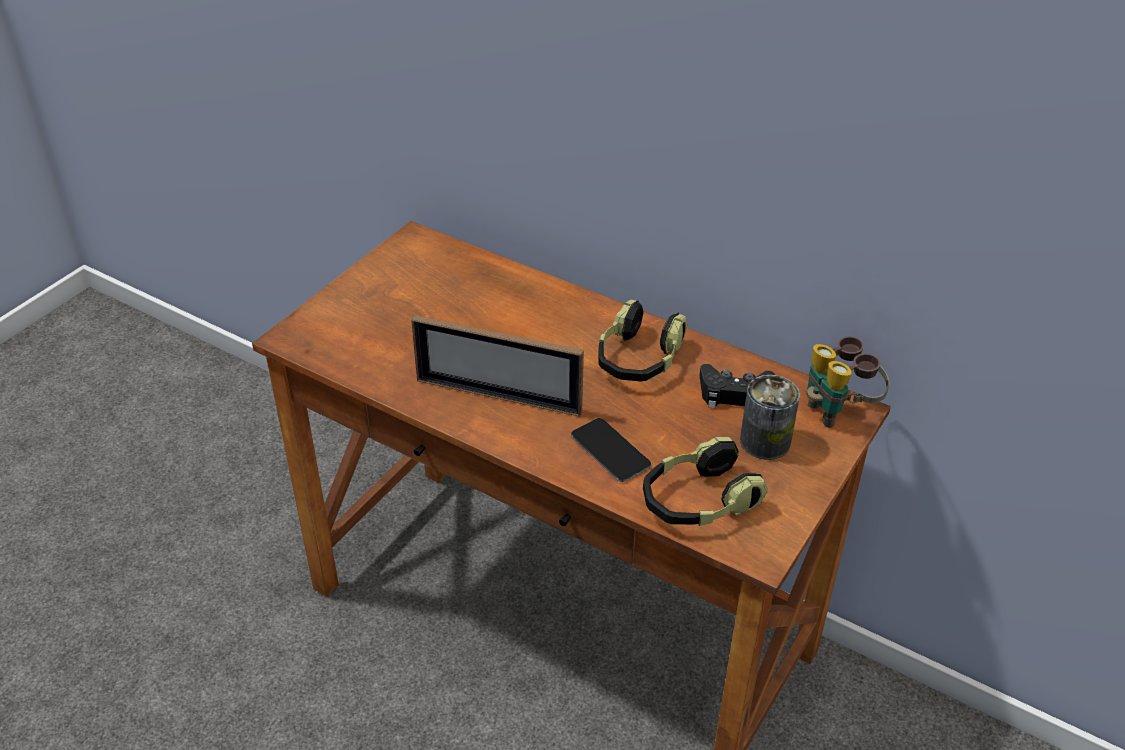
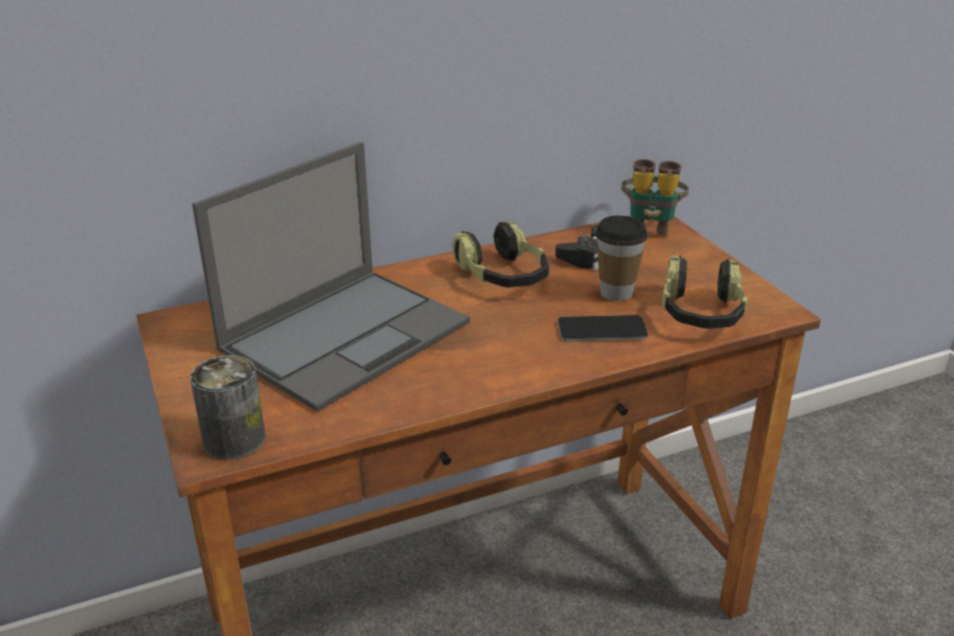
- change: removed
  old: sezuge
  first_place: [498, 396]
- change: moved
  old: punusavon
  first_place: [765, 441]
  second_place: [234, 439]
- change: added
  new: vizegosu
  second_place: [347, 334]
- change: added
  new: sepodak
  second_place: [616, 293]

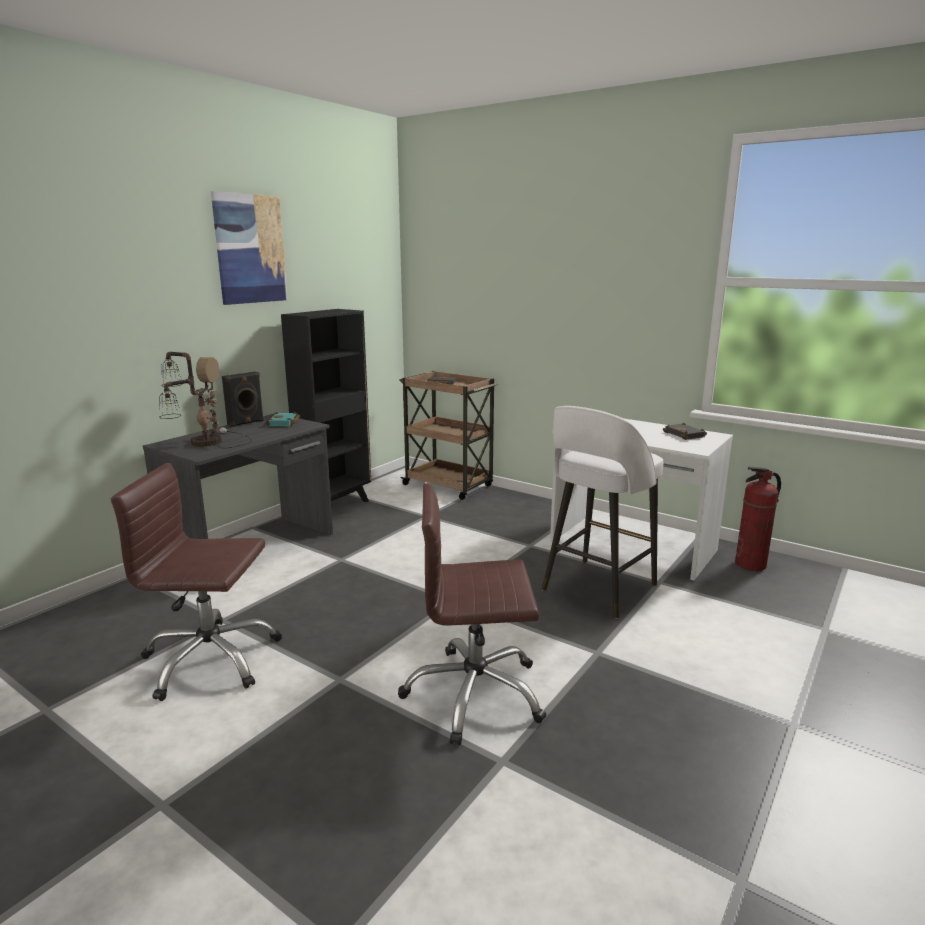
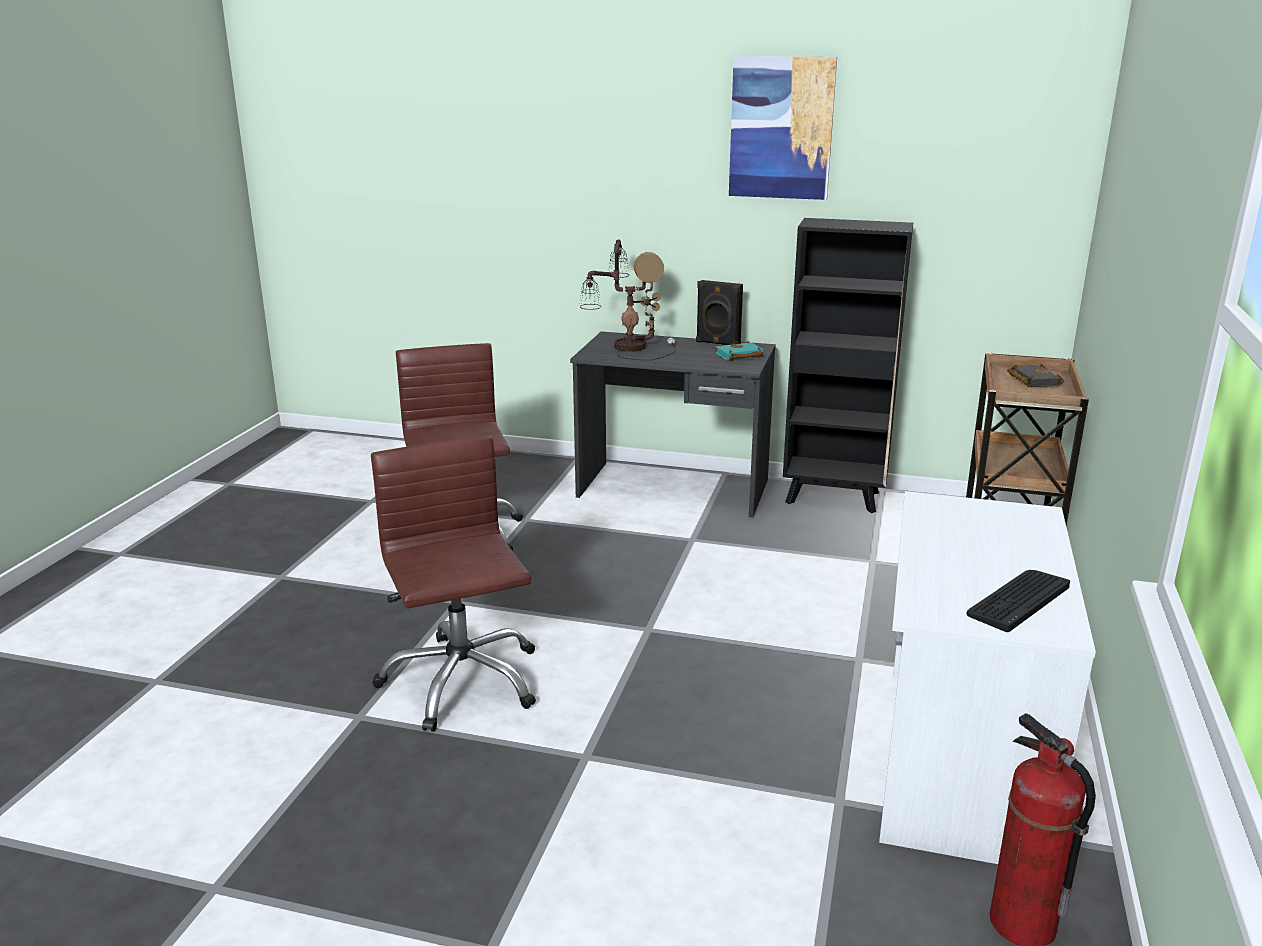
- change: removed
  old: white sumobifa
  first_place: [597, 588]
- change: replaced
  old: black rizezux
  new: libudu
  first_place: [686, 435]
  second_place: [1018, 600]

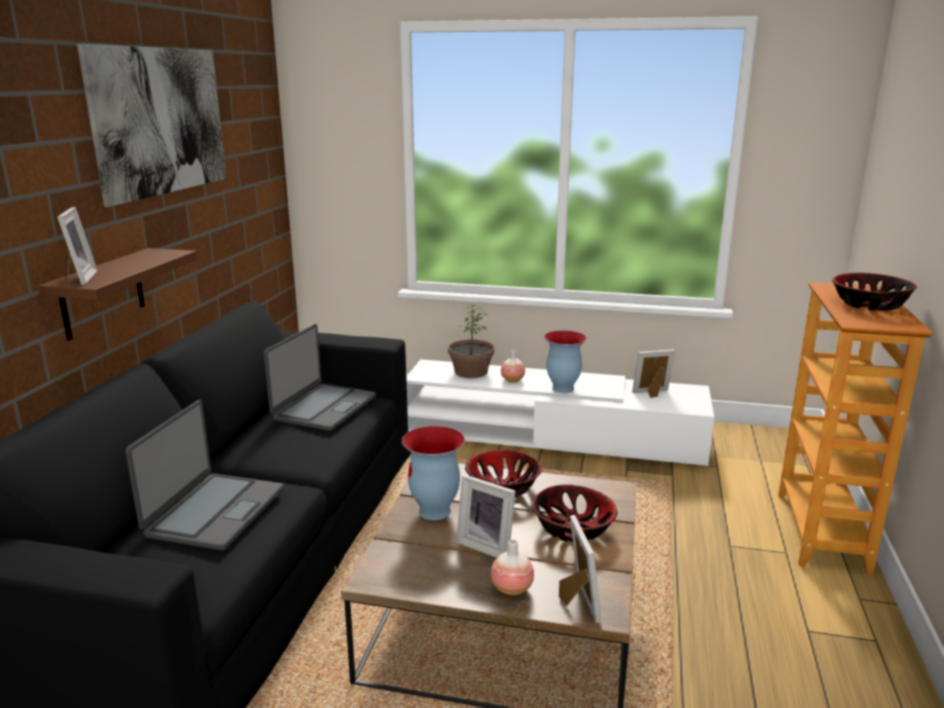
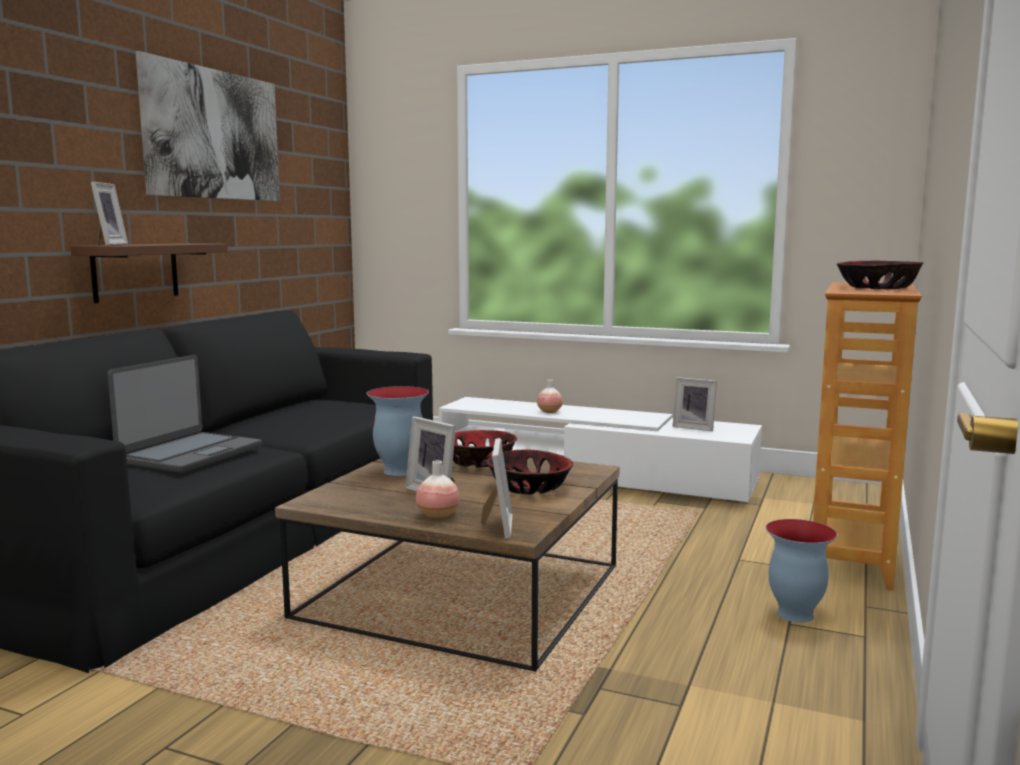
- change: removed
  old: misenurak
  first_place: [470, 372]
- change: removed
  old: vizegosu
  first_place: [323, 408]
- change: moved
  old: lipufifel
  first_place: [562, 388]
  second_place: [794, 614]
- change: turned
  old: sezuge
  first_place: [652, 394]
  second_place: [694, 427]
  degrees: -150

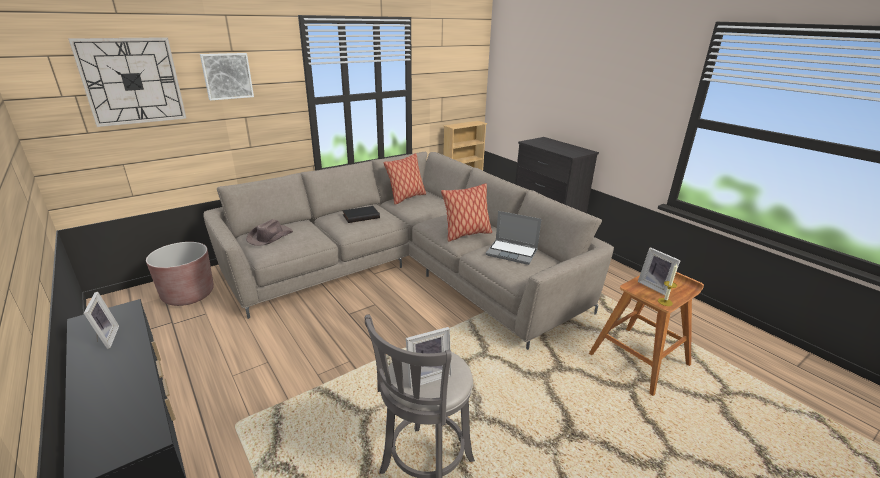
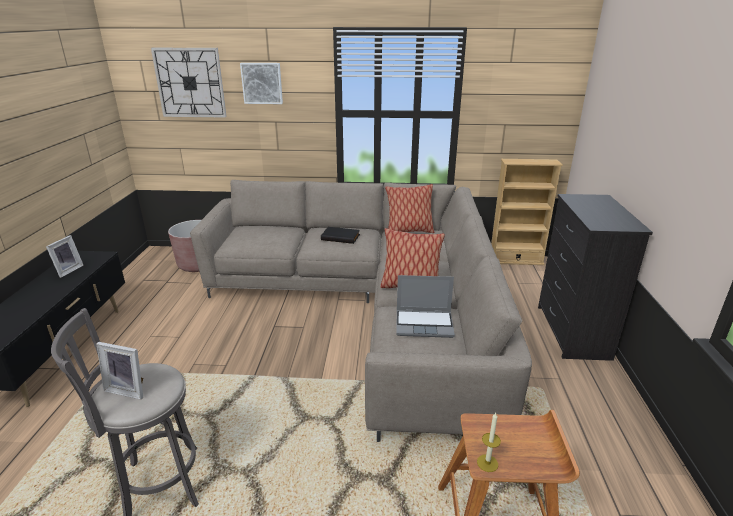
- change: turned
  old: vizegosu
  first_place: [512, 252]
  second_place: [425, 324]
  degrees: -60
- change: removed
  old: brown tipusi
  first_place: [269, 236]
- change: removed
  old: sezuge
  first_place: [655, 287]

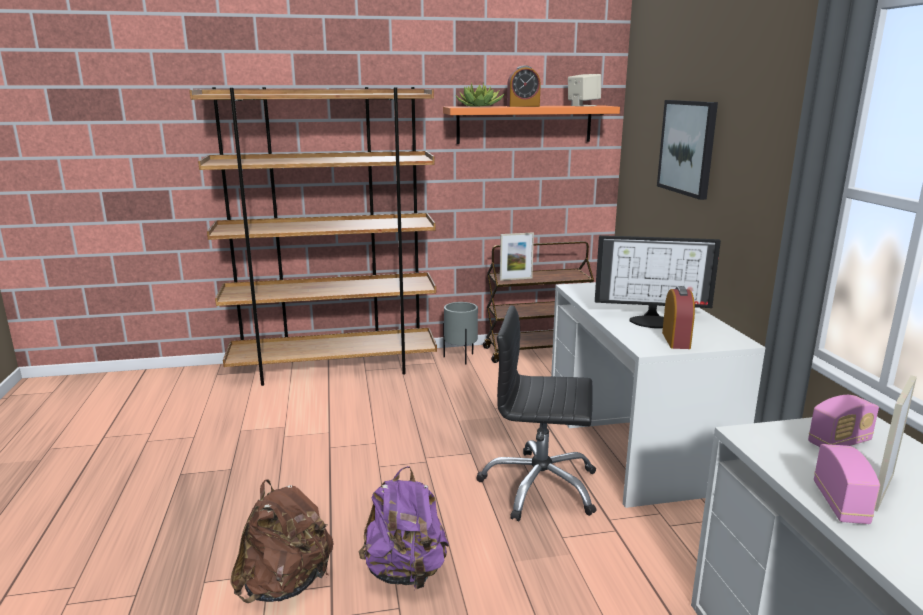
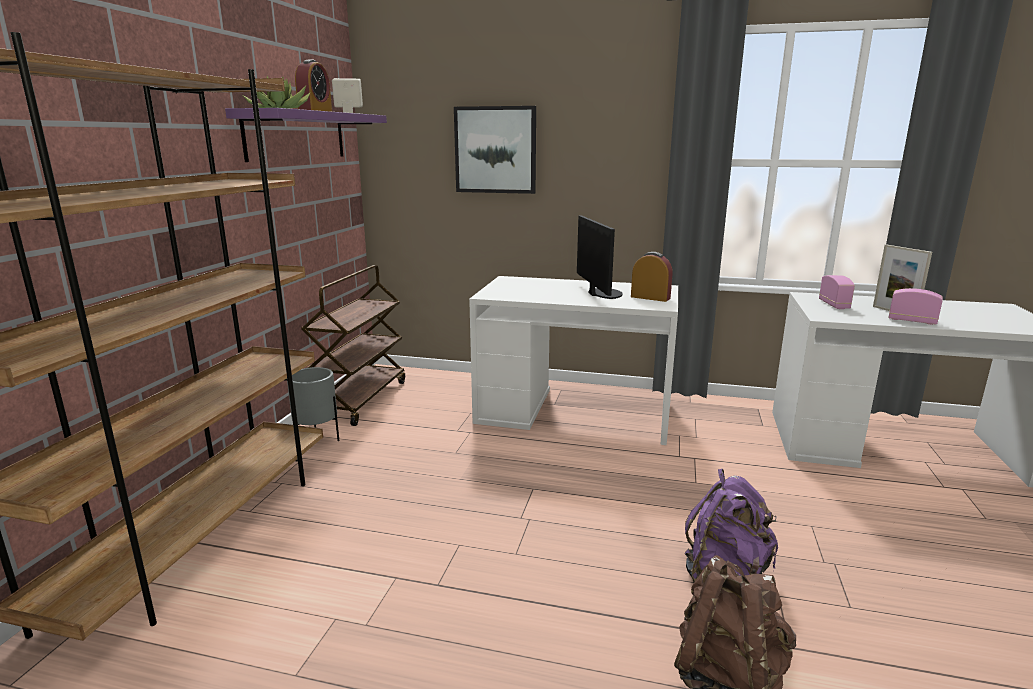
- change: recoloured
  old: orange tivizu
  new: purple tivizu
  first_place: [524, 124]
  second_place: [297, 136]
- change: removed
  old: sezuge
  first_place: [516, 279]
- change: turned
  old: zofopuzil
  first_place: [653, 320]
  second_place: [601, 293]
  degrees: -45
- change: removed
  old: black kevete
  first_place: [540, 487]

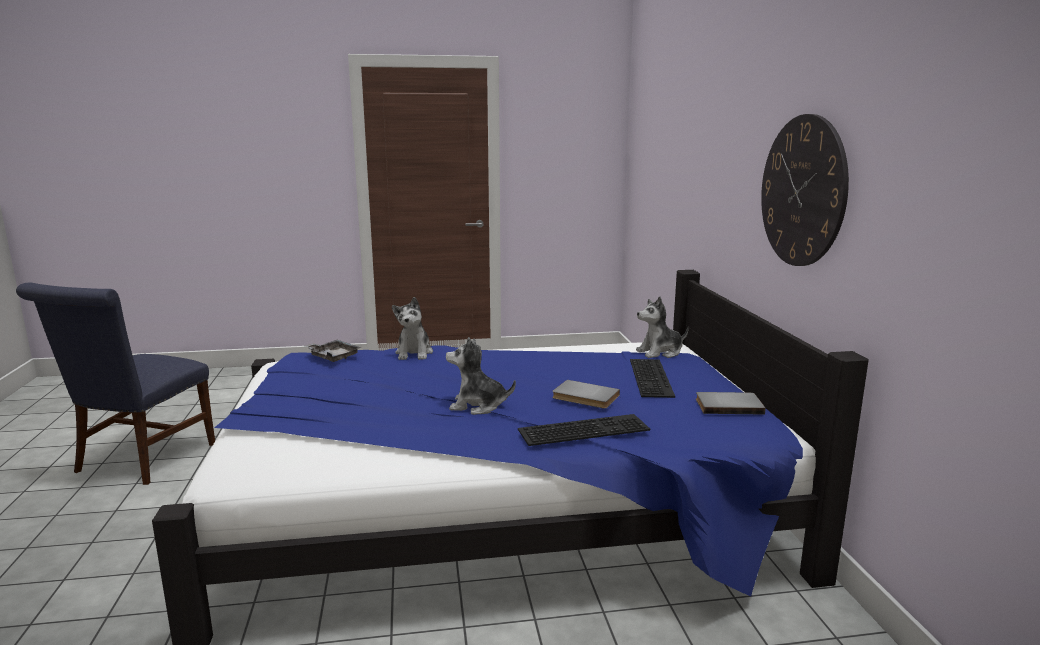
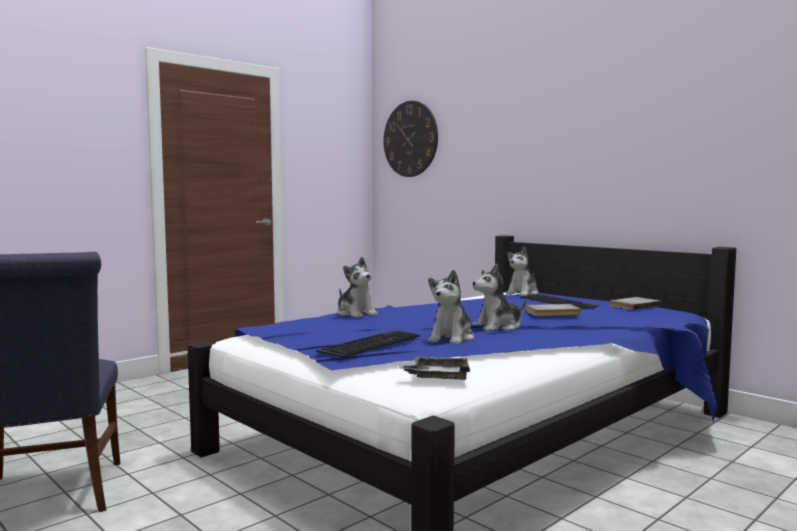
- change: moved
  old: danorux
  first_place: [802, 191]
  second_place: [410, 139]
- change: moved
  old: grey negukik
  first_place: [333, 356]
  second_place: [437, 377]
- change: moved
  old: libudu
  first_place: [584, 428]
  second_place: [369, 343]
- change: added
  new: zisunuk
  second_place: [452, 338]

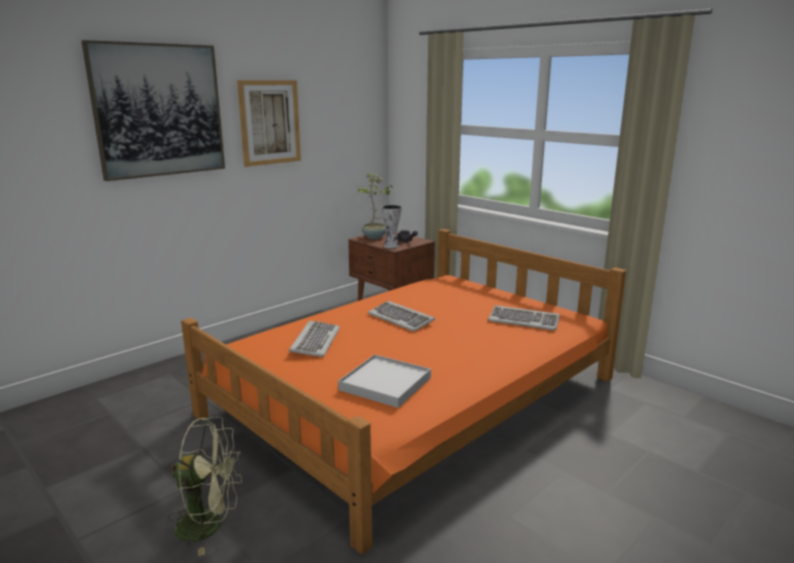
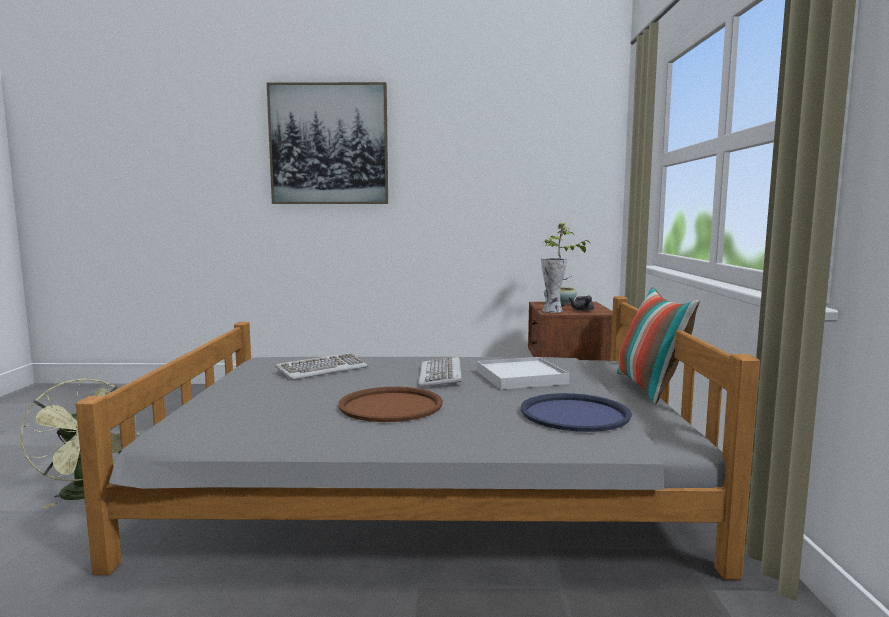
- change: removed
  old: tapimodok
  first_place: [270, 122]
- change: recoloured
  old: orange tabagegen
  new: grey tabagegen
  first_place: [414, 397]
  second_place: [422, 481]
- change: replaced
  old: libudu
  new: blue negukik
  first_place: [524, 320]
  second_place: [574, 414]
- change: moved
  old: white negukik
  first_place: [385, 383]
  second_place: [521, 377]
- change: added
  new: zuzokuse
  second_place: [650, 388]
- change: added
  new: brown negukik
  second_place: [391, 406]

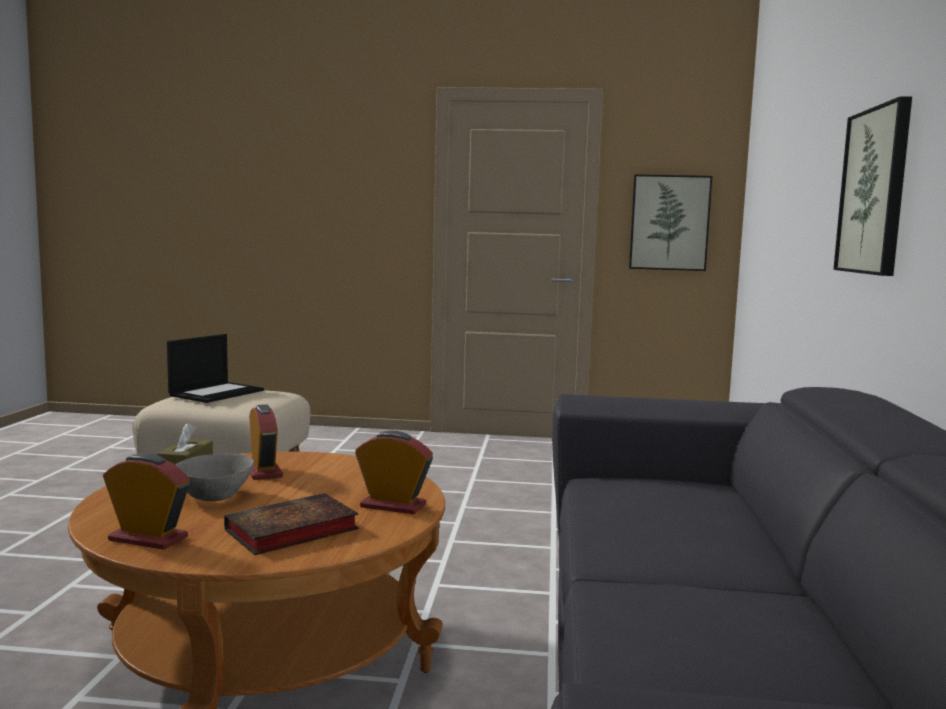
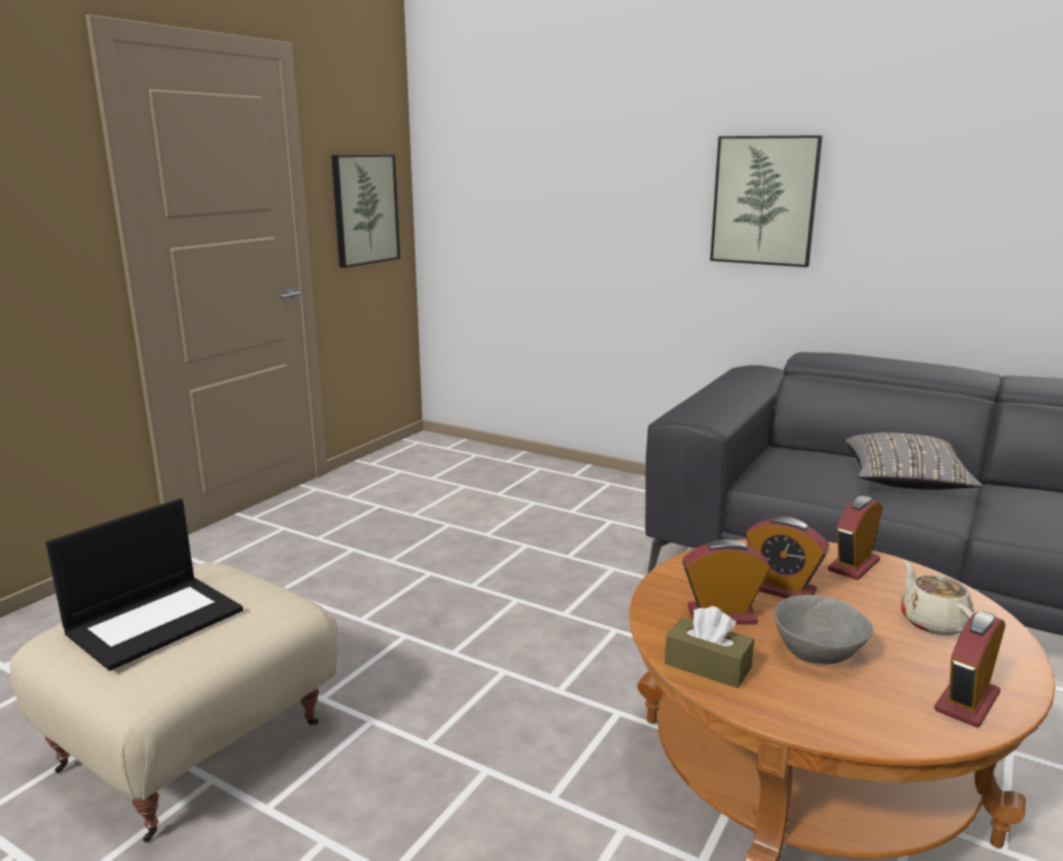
- change: turned
  old: vizegosu
  first_place: [217, 393]
  second_place: [156, 620]
  degrees: 75
- change: replaced
  old: rizezux
  new: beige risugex
  first_place: [289, 532]
  second_place: [933, 622]
- change: added
  new: grey zuzokuse
  second_place: [904, 483]
- change: added
  new: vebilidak
  second_place: [781, 589]

